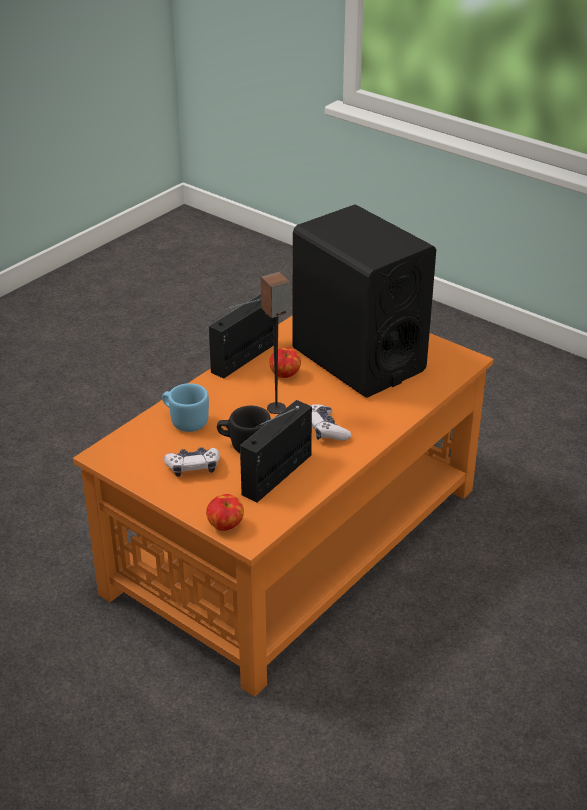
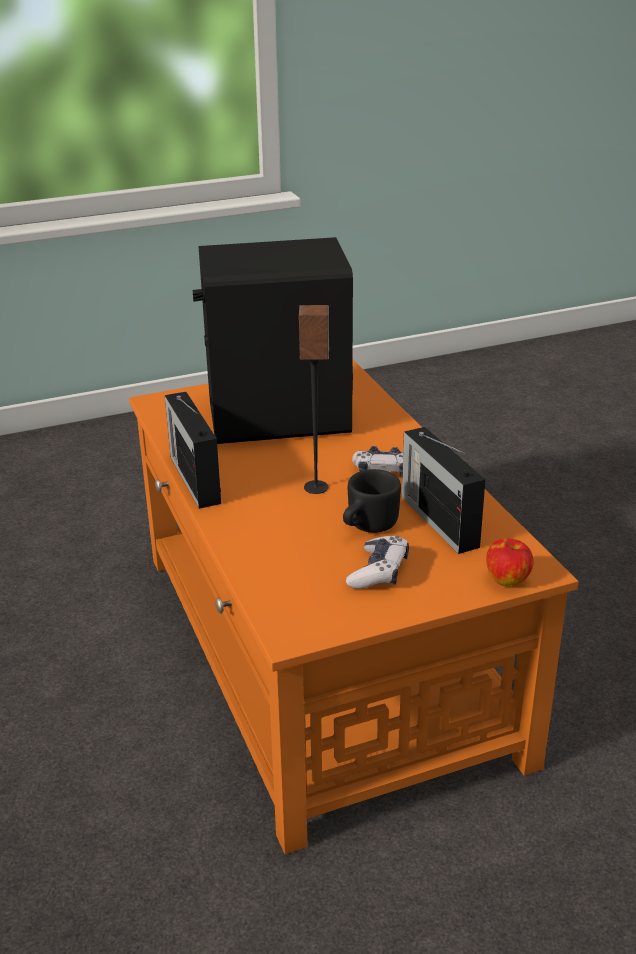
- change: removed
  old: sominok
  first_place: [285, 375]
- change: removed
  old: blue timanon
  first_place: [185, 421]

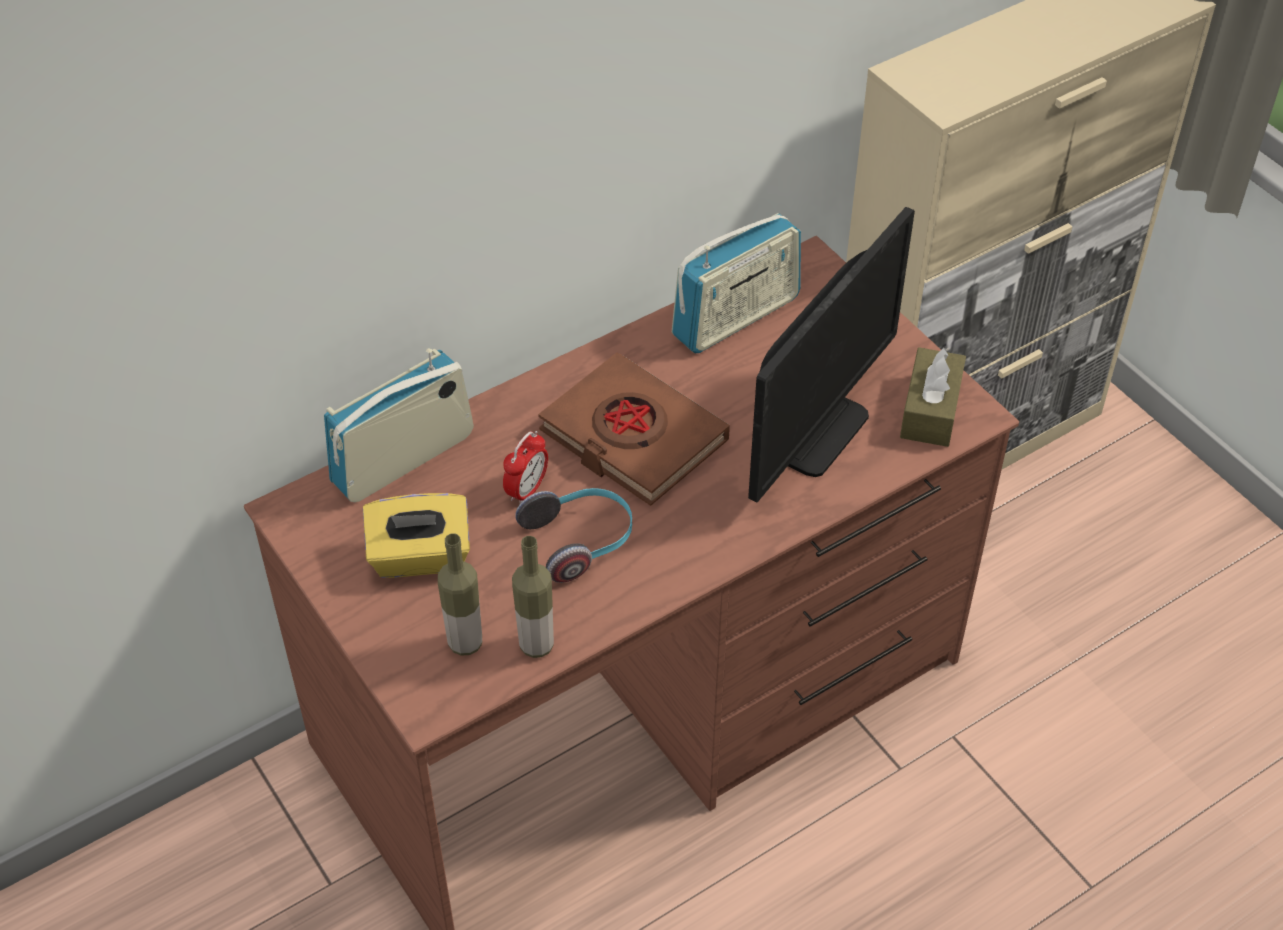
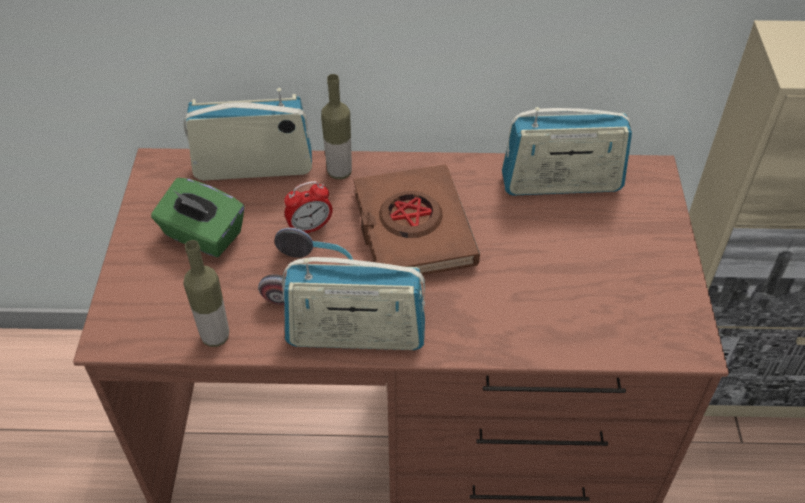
- change: removed
  old: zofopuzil
  first_place: [815, 431]
- change: removed
  old: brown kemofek
  first_place: [930, 410]
- change: recoloured
  old: yellow kemofek
  new: green kemofek
  first_place: [420, 557]
  second_place: [202, 235]
- change: moved
  old: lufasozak
  first_place: [465, 643]
  second_place: [339, 172]
- change: added
  new: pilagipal
  second_place: [356, 335]

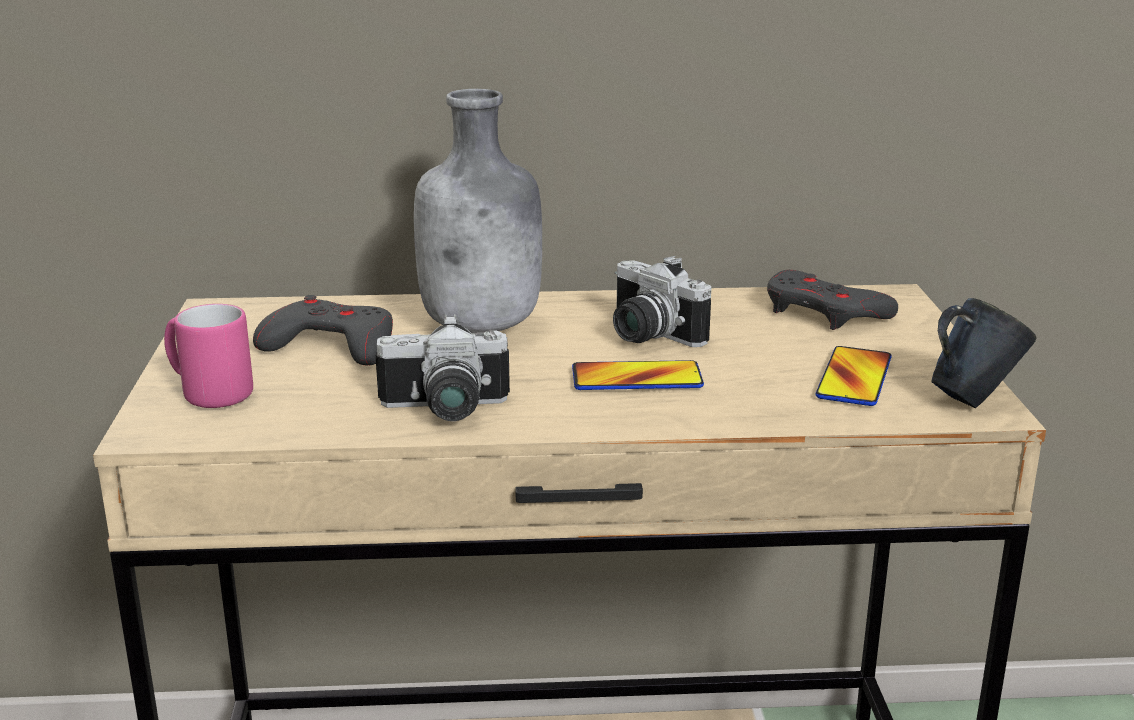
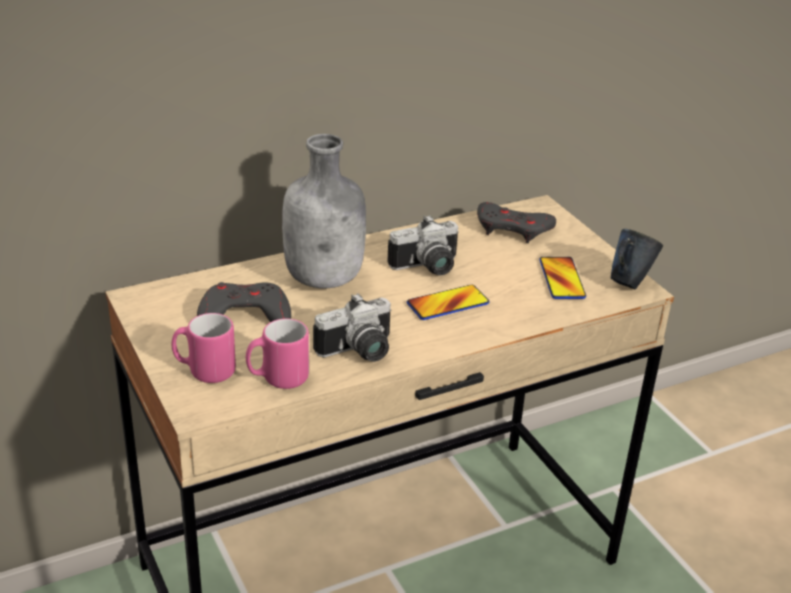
- change: turned
  old: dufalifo
  first_place: [646, 336]
  second_place: [428, 268]
  degrees: -45
- change: added
  new: pink timanon
  second_place: [277, 378]

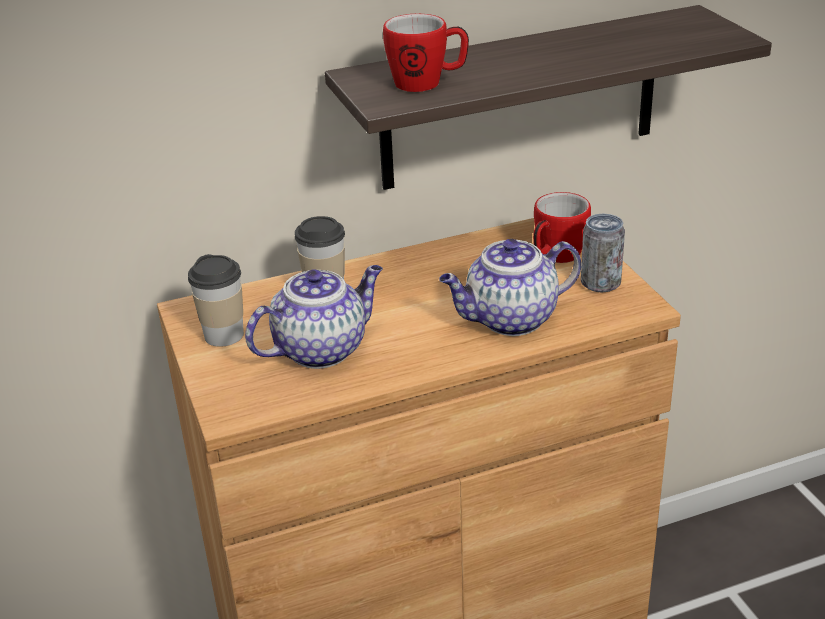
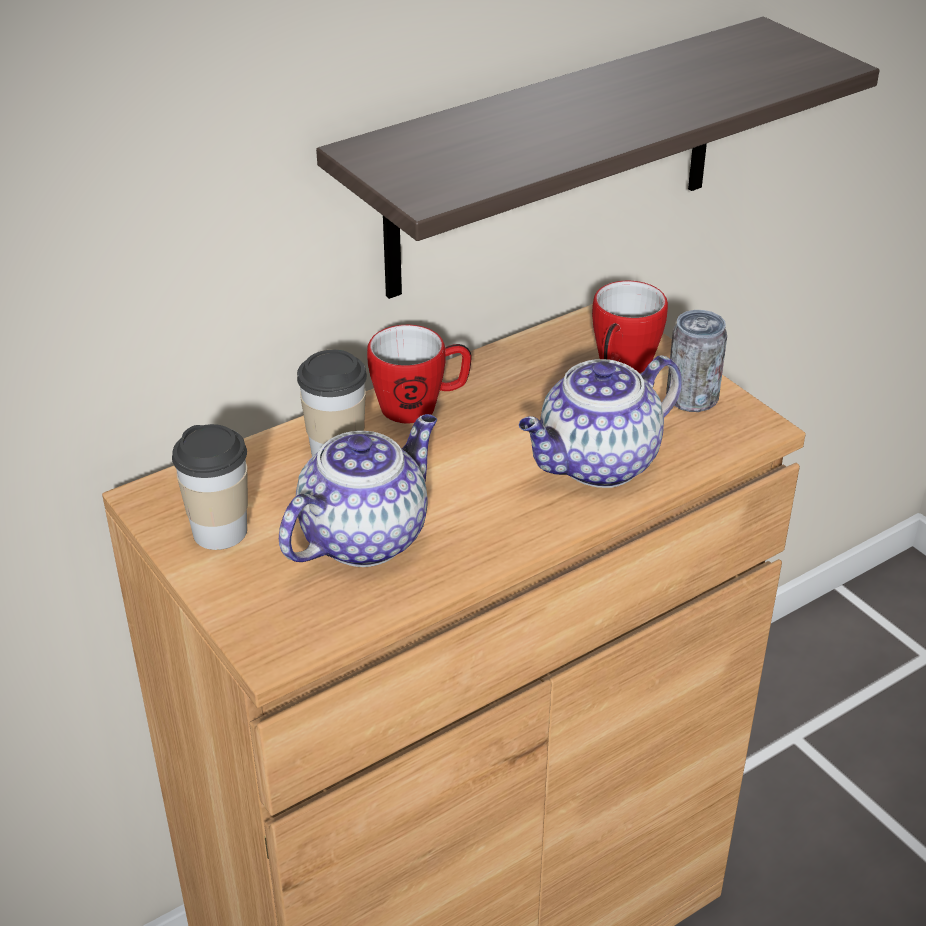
- change: moved
  old: timanon
  first_place: [427, 84]
  second_place: [420, 407]

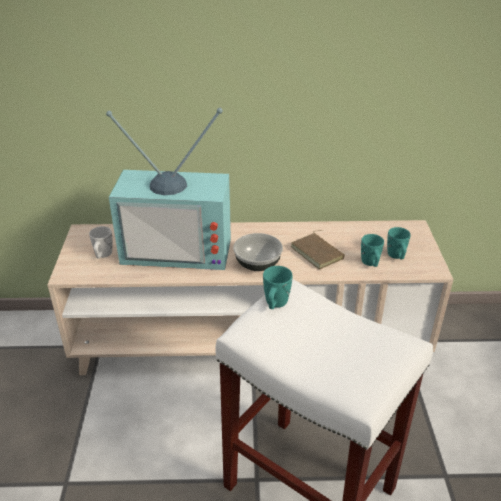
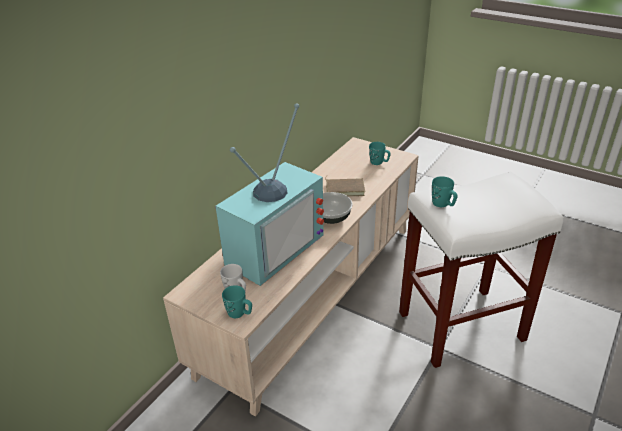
- change: moved
  old: turquoise timanon
  first_place: [371, 263]
  second_place: [239, 313]

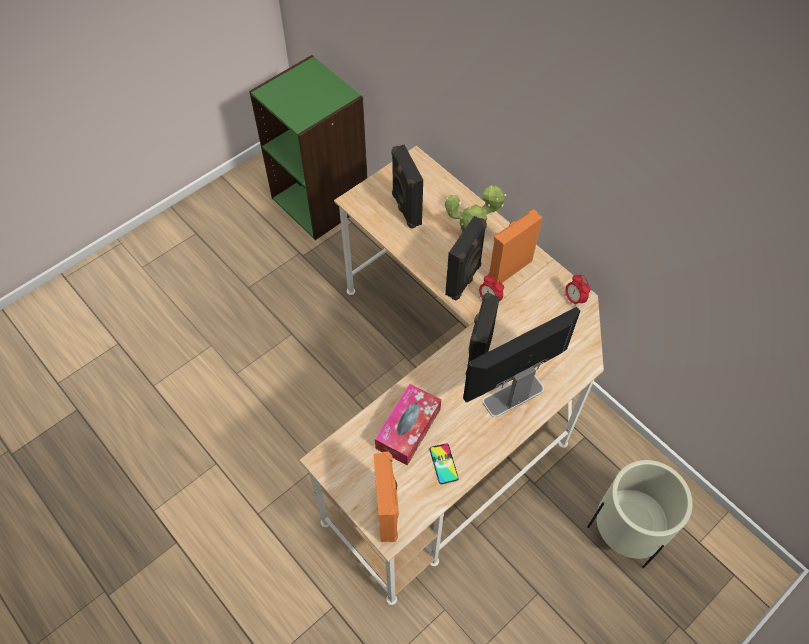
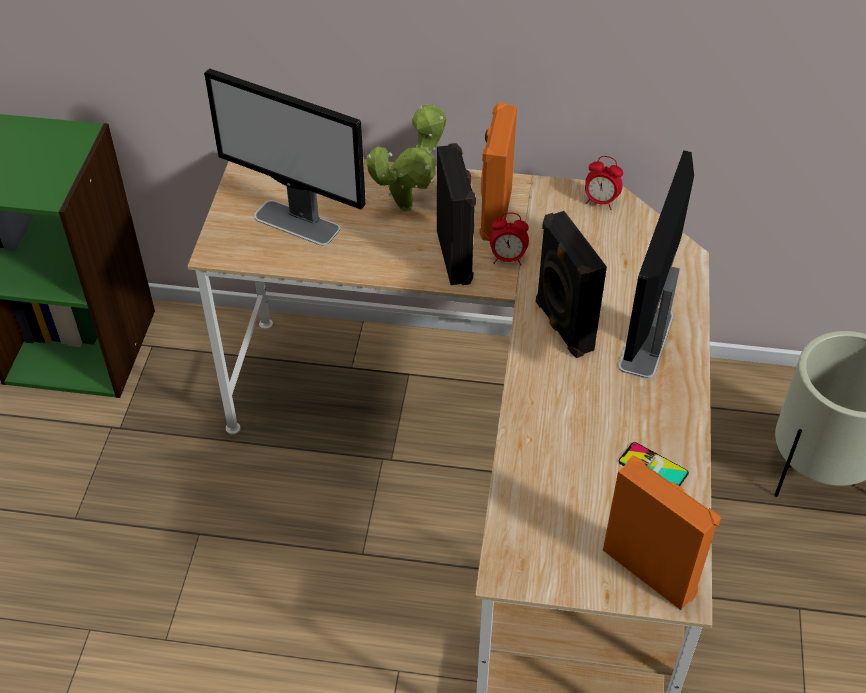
- change: replaced
  old: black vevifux
  new: zofopuzil
  first_place: [405, 209]
  second_place: [298, 223]
- change: removed
  old: kemofek
  first_place: [408, 428]

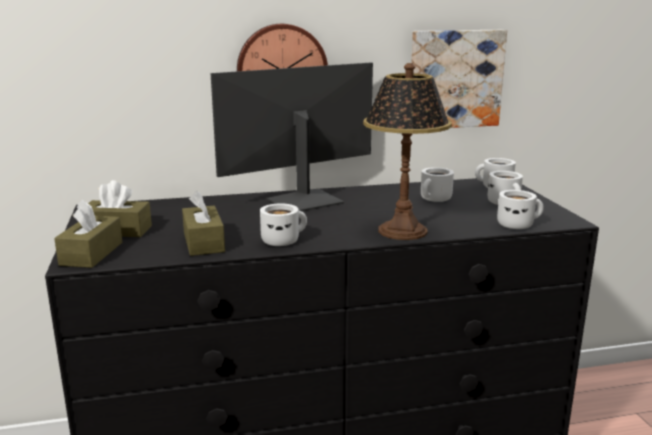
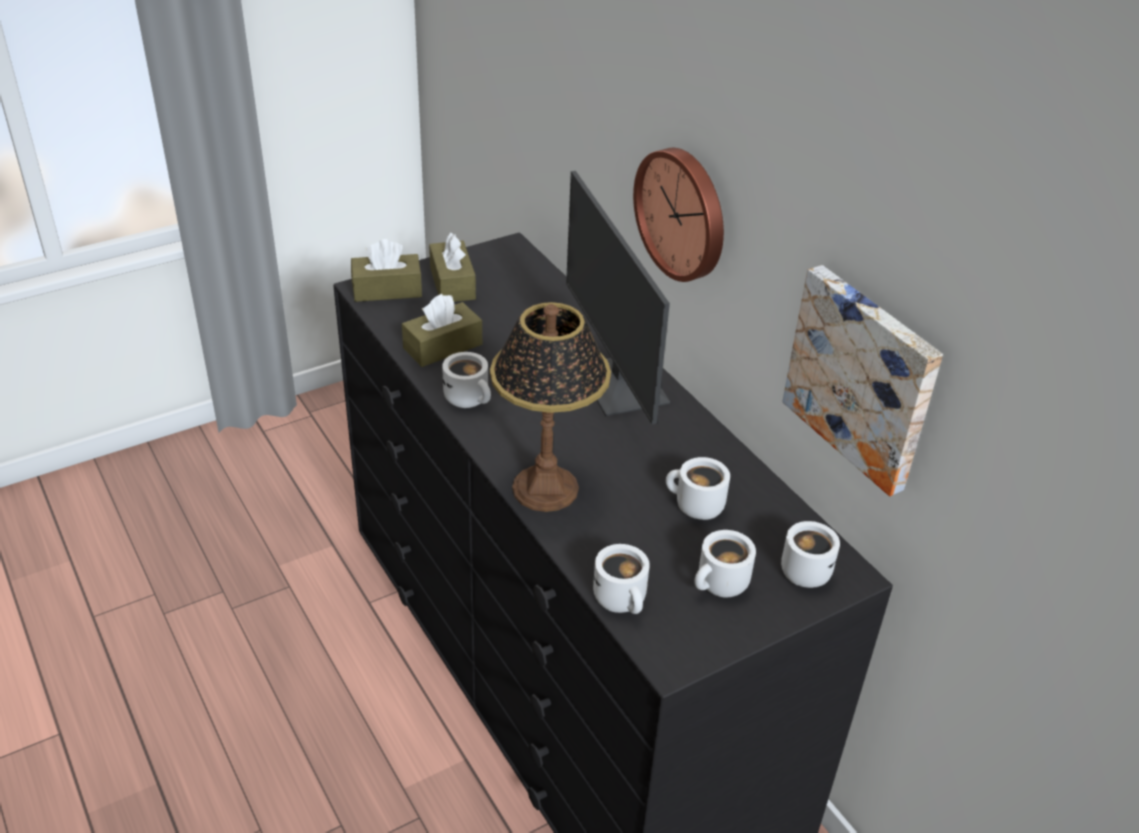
- change: turned
  old: zofopuzil
  first_place: [303, 201]
  second_place: [619, 385]
  degrees: -150

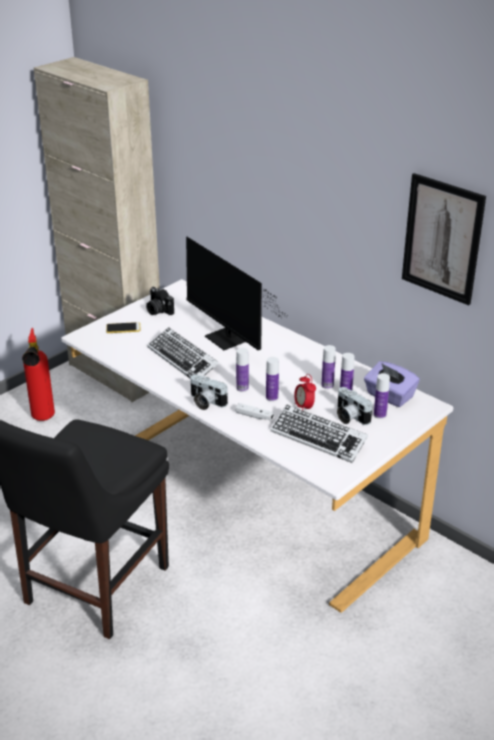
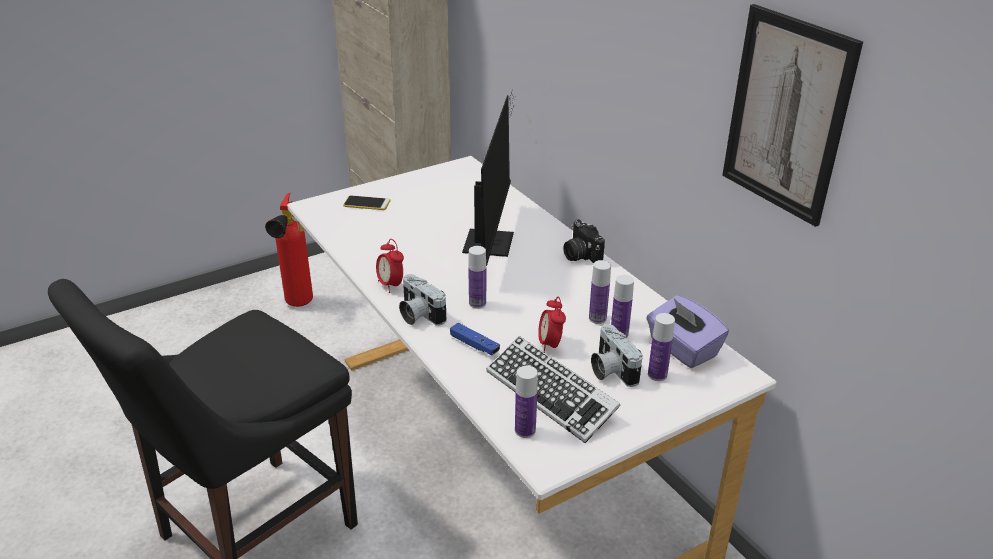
- change: turned
  old: zofopuzil
  first_place: [230, 341]
  second_place: [492, 238]
  degrees: -150
- change: moved
  old: dufalifo
  first_place: [158, 310]
  second_place: [580, 255]
- change: removed
  old: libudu
  first_place: [183, 359]
- change: moved
  old: lufasozak
  first_place: [272, 397]
  second_place: [525, 430]
- change: recoloured
  old: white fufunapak
  new: blue fufunapak
  first_place: [254, 416]
  second_place: [474, 345]
- change: added
  new: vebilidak
  second_place: [391, 285]

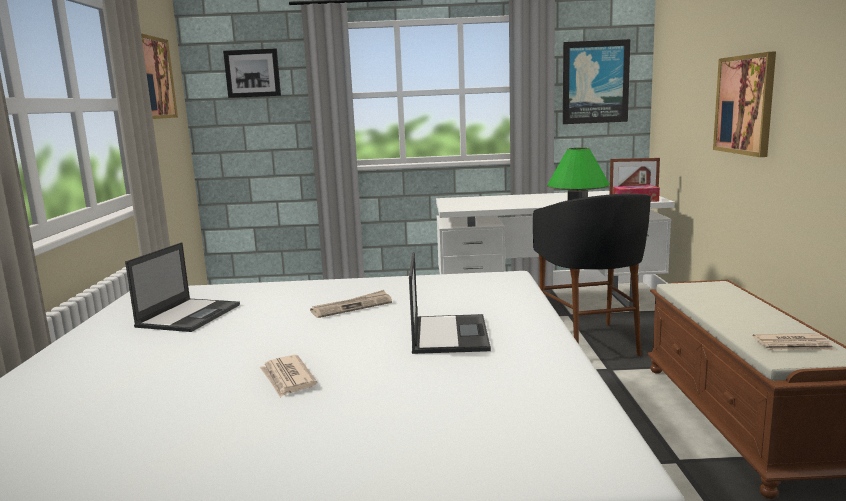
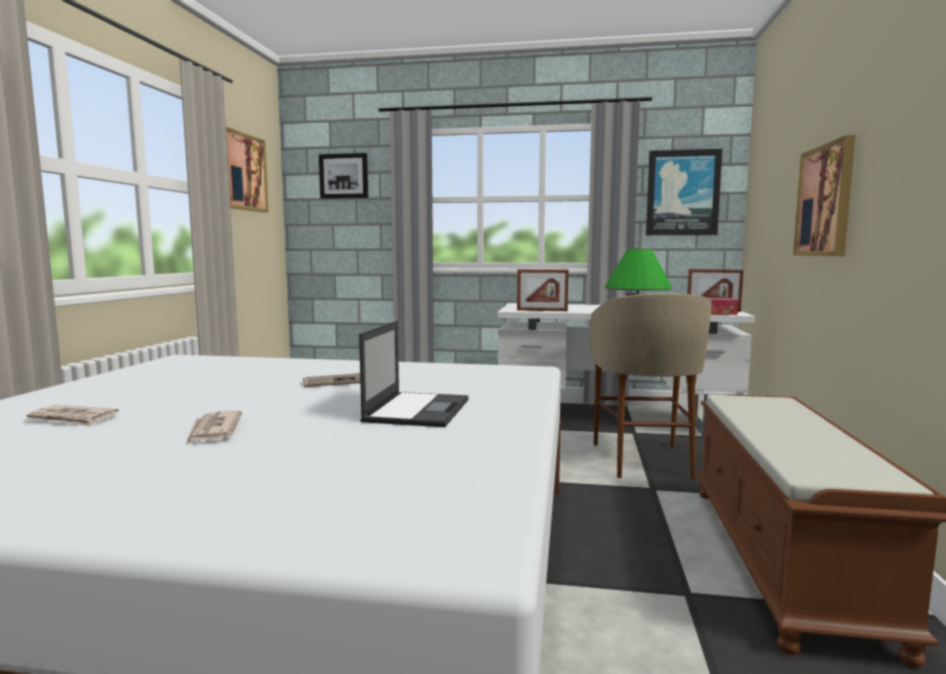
- change: recoloured
  old: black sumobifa
  new: beige sumobifa
  first_place: [590, 342]
  second_place: [644, 460]
- change: removed
  old: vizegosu
  first_place: [189, 315]
- change: moved
  old: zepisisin
  first_place: [793, 345]
  second_place: [72, 419]
- change: added
  new: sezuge
  second_place: [542, 310]

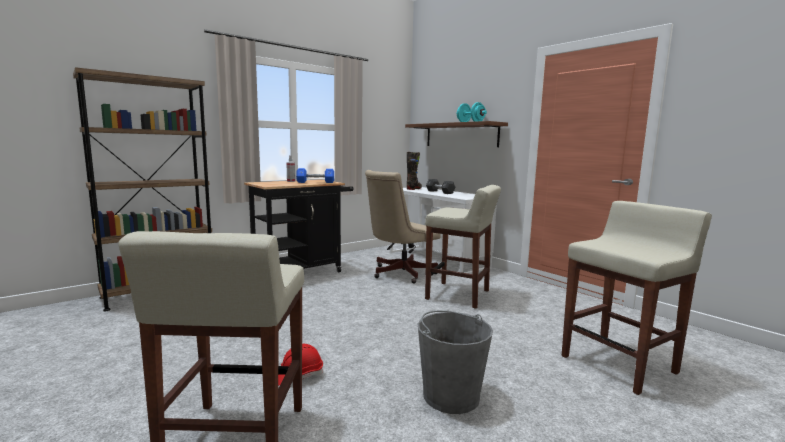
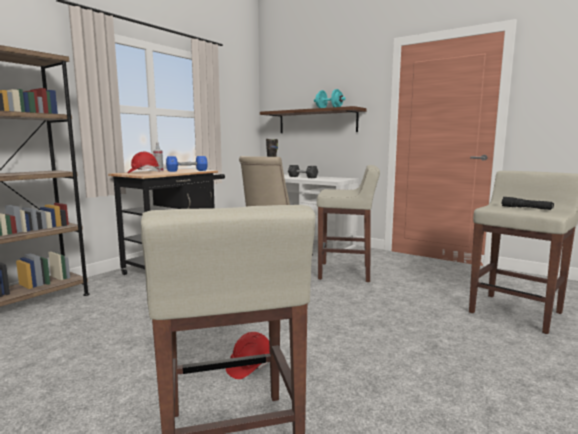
- change: removed
  old: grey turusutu
  first_place: [450, 395]
- change: added
  new: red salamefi
  second_place: [143, 172]
- change: added
  new: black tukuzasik
  second_place: [526, 208]

